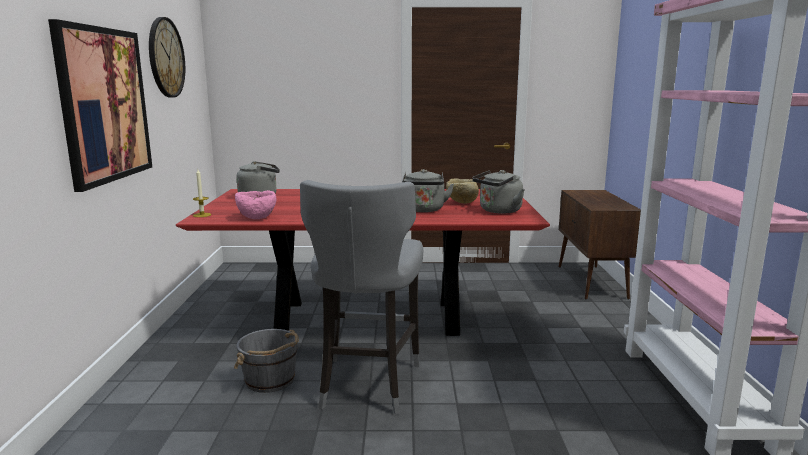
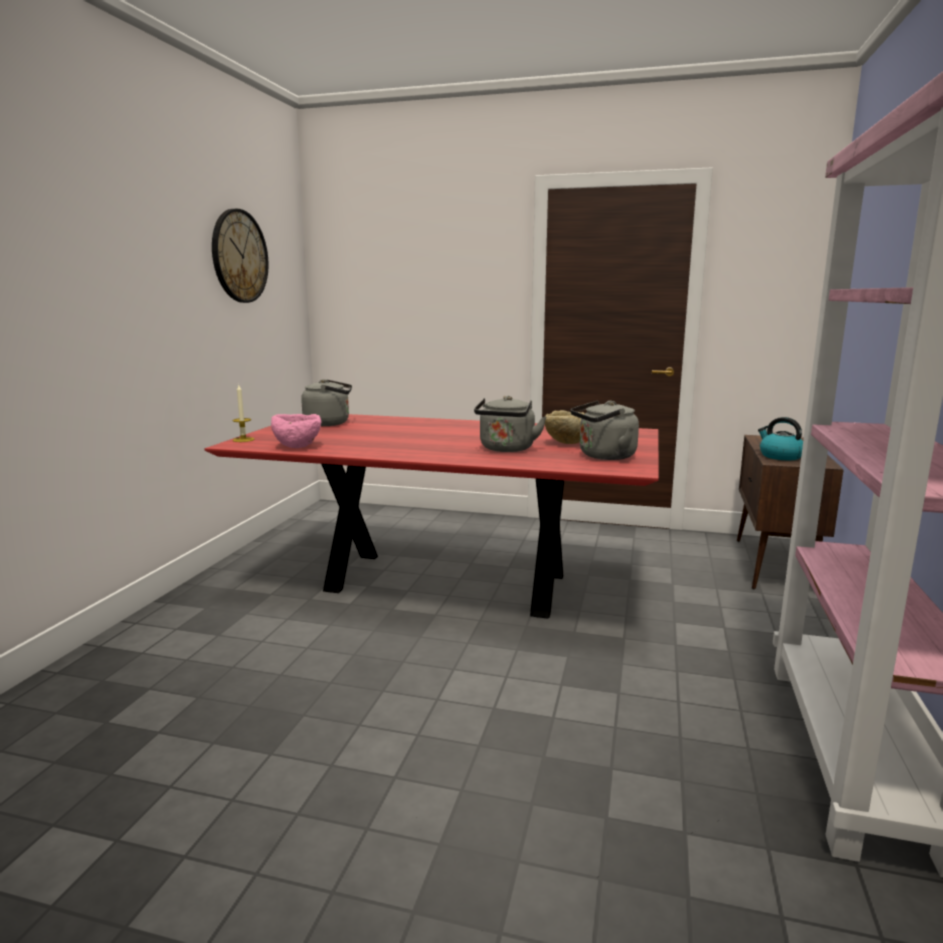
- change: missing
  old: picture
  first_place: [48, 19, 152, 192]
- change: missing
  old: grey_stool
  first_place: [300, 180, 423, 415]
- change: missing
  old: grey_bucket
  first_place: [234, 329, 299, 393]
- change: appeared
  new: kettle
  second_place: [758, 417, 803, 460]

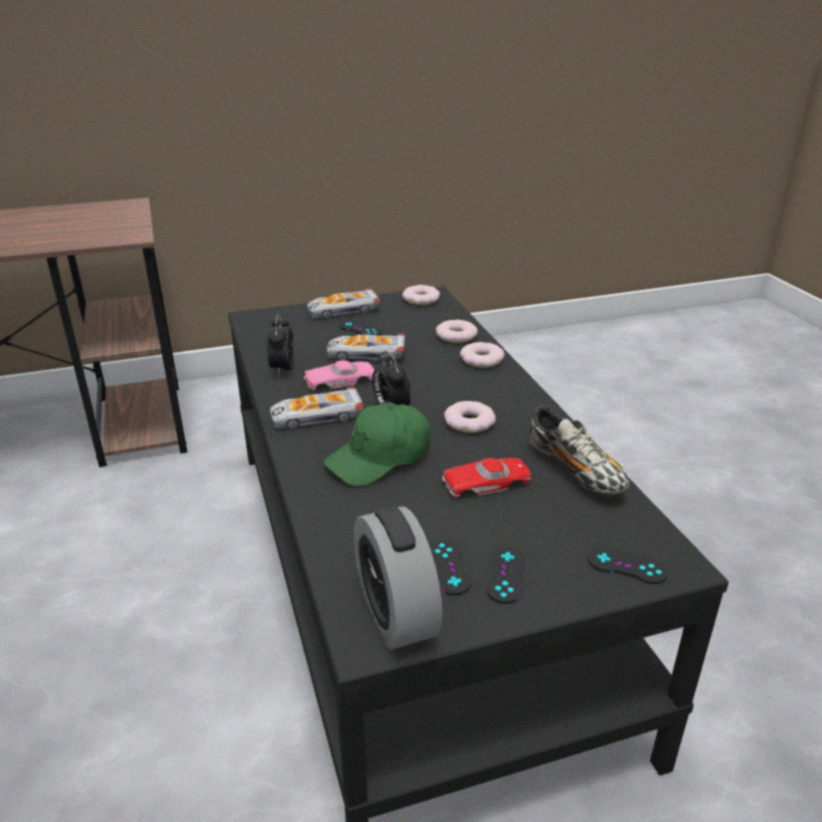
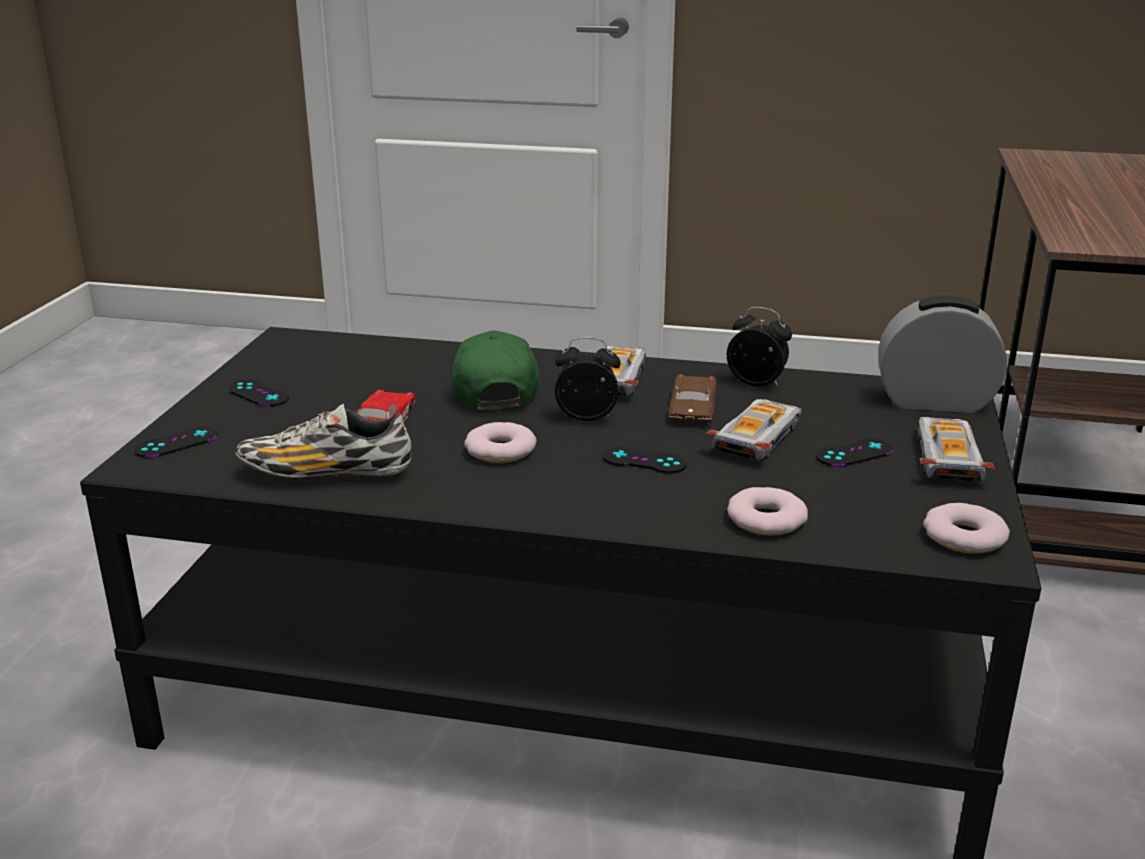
- change: missing
  old: donut
  first_place: [460, 342, 505, 368]
- change: colour
  old: pink_toy_car
  new: brown_toy_car
  first_place: [304, 360, 375, 391]
  second_place: [669, 374, 717, 422]
- change: relocated
  old: alarm_clock
  first_place: [354, 506, 442, 650]
  second_place: [878, 295, 1007, 413]
- change: relocated
  old: black_game_controller
  first_place: [429, 540, 472, 595]
  second_place: [603, 447, 687, 474]

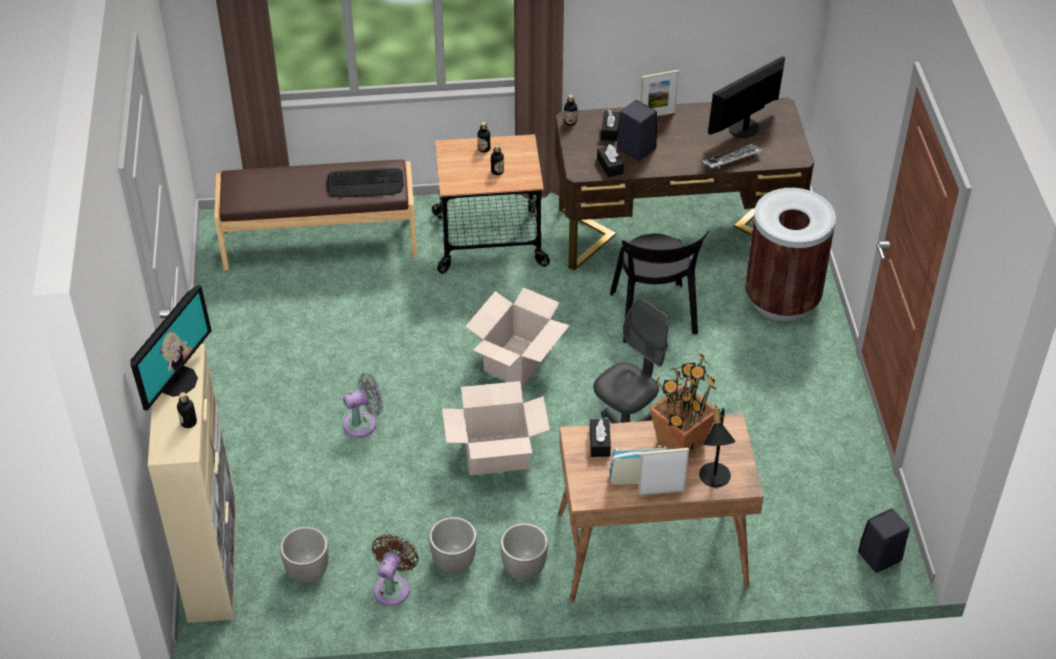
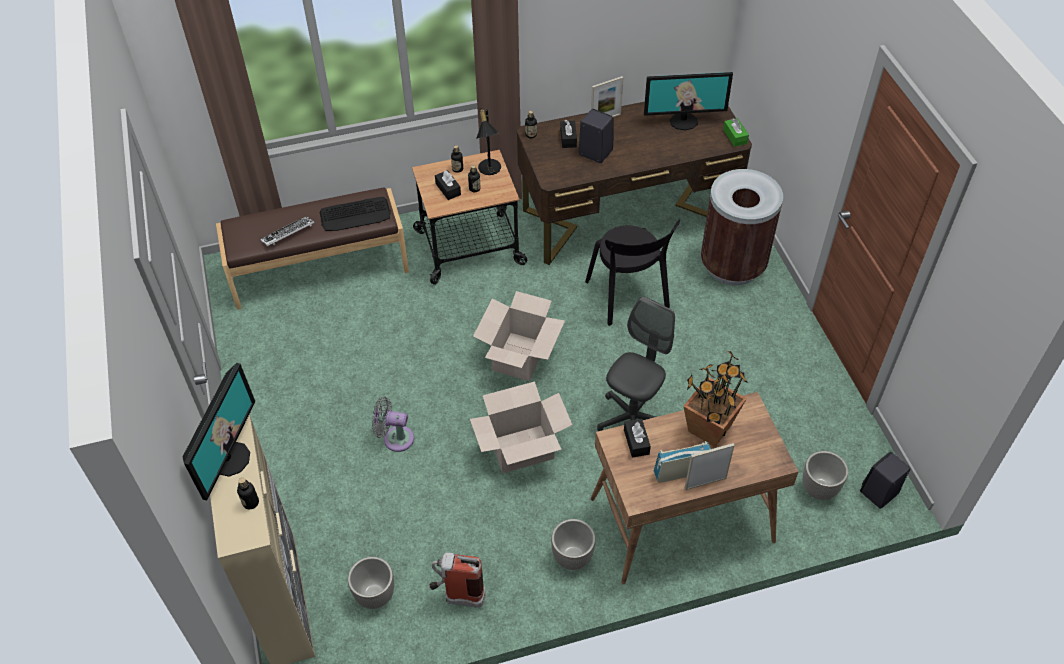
- change: spun
  old: monitor
  first_place: [708, 56, 785, 138]
  second_place: [644, 72, 733, 130]
  degrees: -135
- change: relocated
  old: black_tissue_box
  first_place: [597, 144, 624, 178]
  second_place: [435, 170, 461, 200]
- change: relocated
  old: keyboard
  first_place: [702, 144, 763, 169]
  second_place: [260, 216, 315, 246]
- change: spun
  old: grey_fan
  first_place: [343, 373, 383, 437]
  second_place: [372, 397, 414, 452]
  degrees: -135
- change: relocated
  old: black_table_lamp
  first_place: [699, 405, 736, 487]
  second_place: [476, 108, 501, 175]
- change: relocated
  old: planter
  first_place: [429, 517, 477, 573]
  second_place: [803, 451, 848, 500]
- change: exchanged
  old: brown_fan
  new: fire_extinguisher
  first_place: [372, 534, 419, 606]
  second_place: [429, 552, 486, 608]
- change: appeared
  new: green_tissue_box
  second_place: [723, 118, 749, 147]

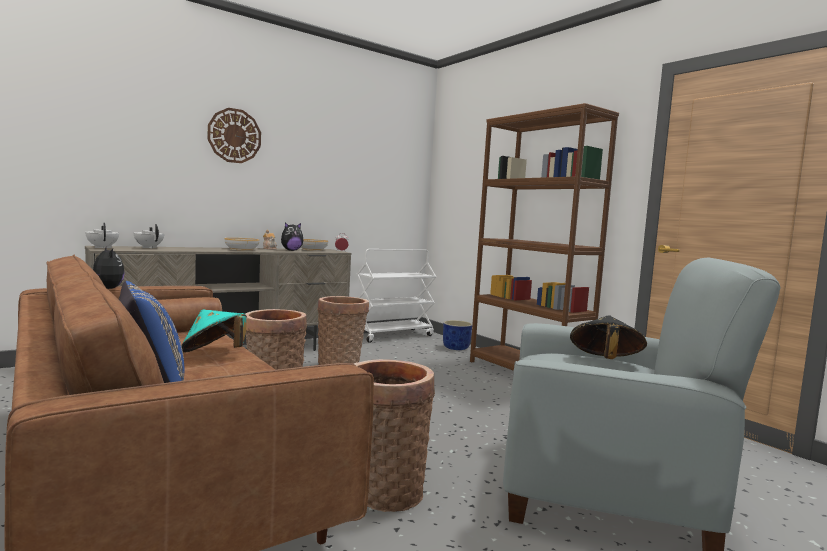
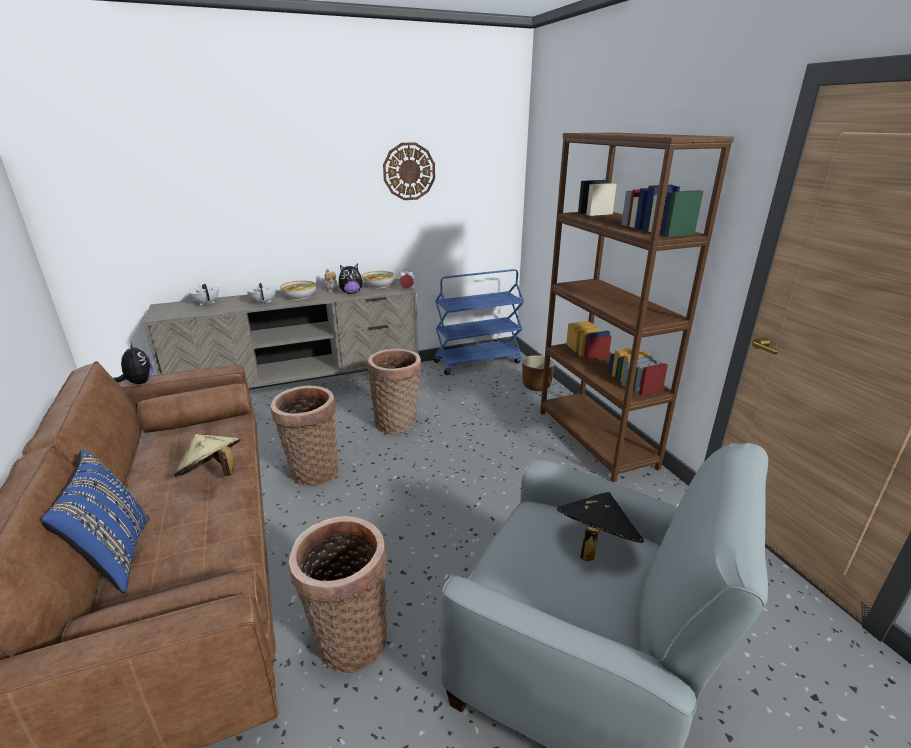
- change: relocated
  old: wall_clock
  first_place: [207, 108, 261, 163]
  second_place: [383, 142, 435, 200]
- change: relocated
  old: white_teapot
  first_place: [85, 223, 119, 249]
  second_place: [247, 283, 276, 303]
- change: colour
  old: white_cart
  new: blue_cart
  first_place: [357, 249, 436, 343]
  second_place: [434, 269, 524, 375]
- change: colour
  old: turquoise_hat
  new: beige_hat
  first_place: [181, 310, 247, 353]
  second_place: [174, 434, 241, 477]
- change: colour
  old: blue_planter
  new: brown_planter
  first_place: [443, 320, 472, 350]
  second_place: [522, 355, 555, 391]

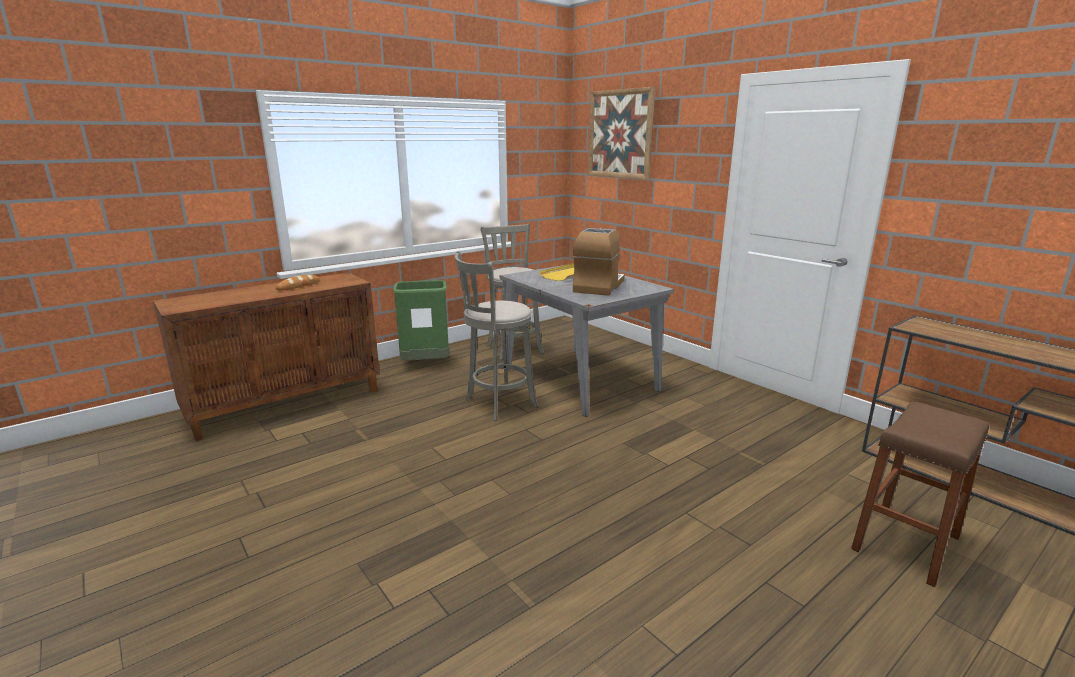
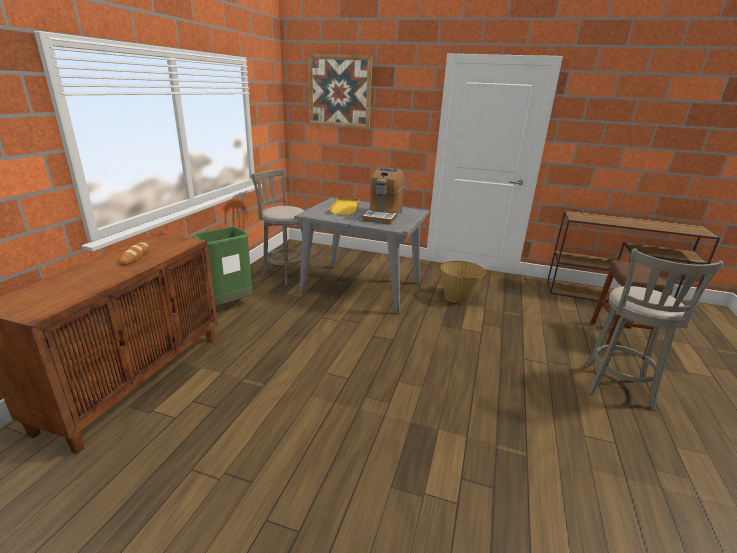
- change: spun
  old: coffee_machine
  first_place: [573, 228, 625, 296]
  second_place: [362, 168, 404, 225]
  degrees: -150
- change: relocated
  old: grey_stool
  first_place: [455, 251, 538, 421]
  second_place: [583, 248, 723, 411]
- change: appeared
  new: basket
  second_place: [440, 261, 486, 304]

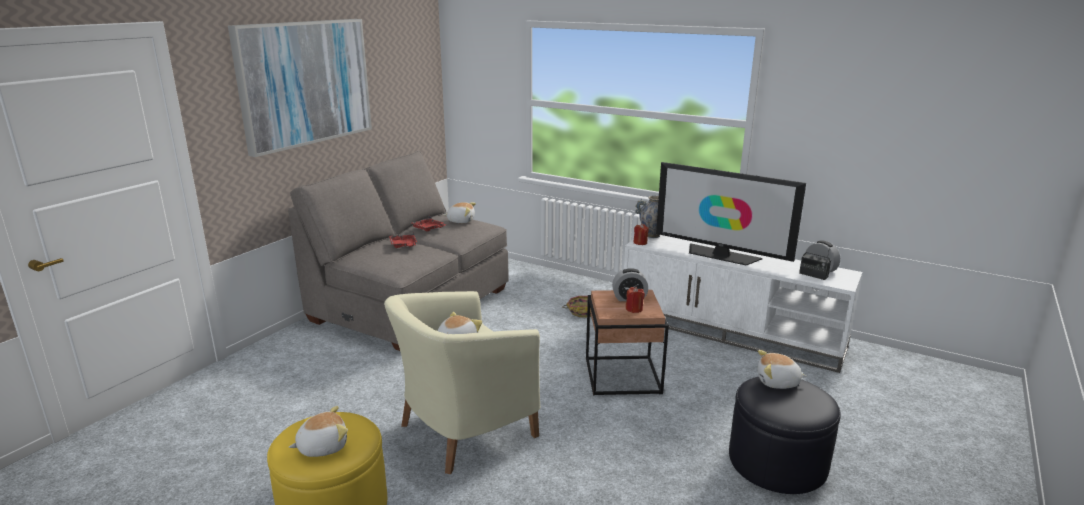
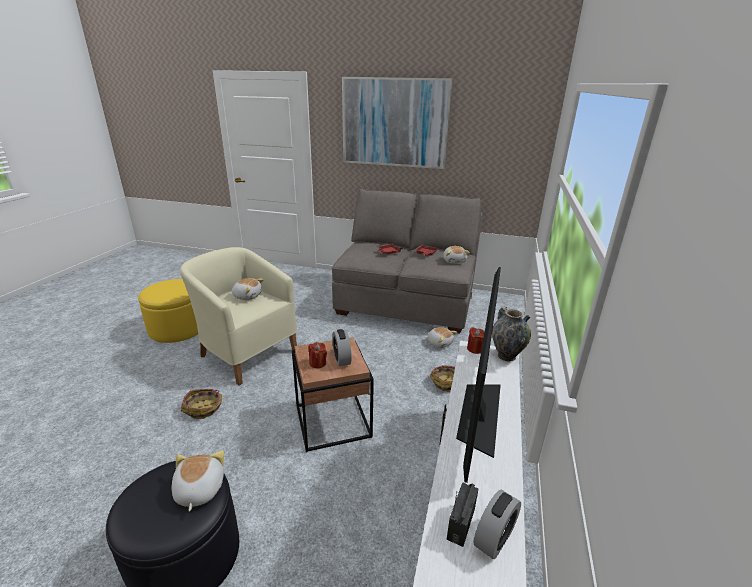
- change: relocated
  old: plush_toy
  first_place: [289, 406, 348, 457]
  second_place: [427, 327, 457, 348]
- change: appeared
  new: basket
  second_place: [181, 389, 222, 419]

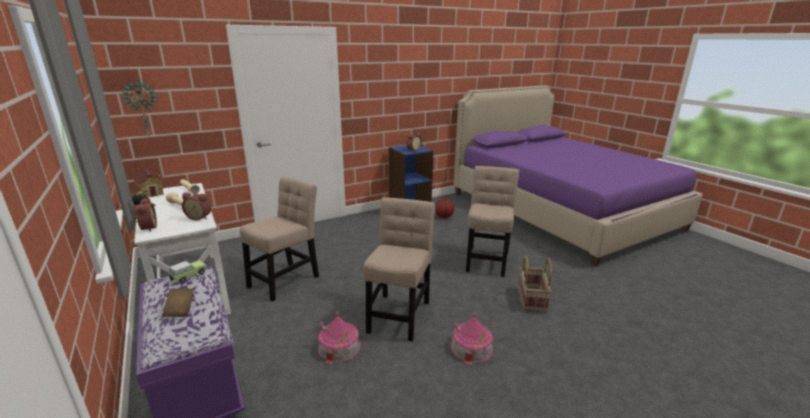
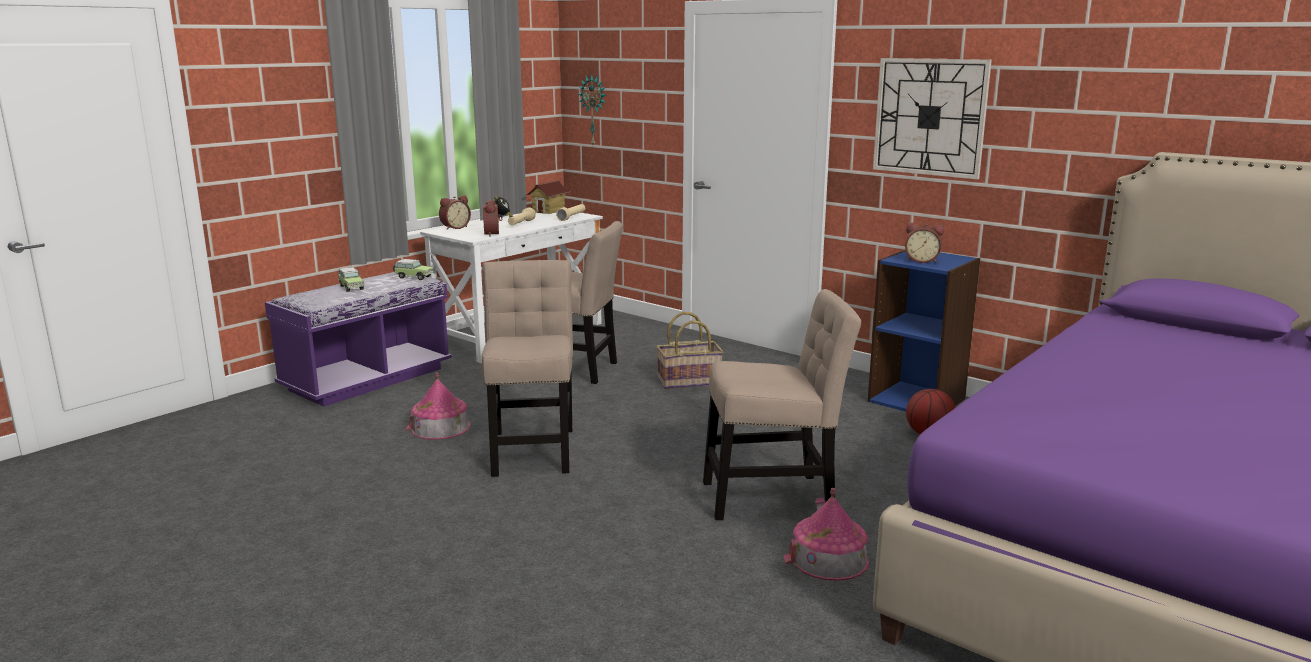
- change: spun
  old: beige_chair
  first_place: [364, 197, 435, 341]
  second_place: [482, 260, 573, 477]
  degrees: -90
- change: relocated
  old: basket
  first_place: [519, 256, 552, 313]
  second_place: [656, 312, 723, 389]
- change: exchanged
  old: brown_book
  new: toy_car
  first_place: [162, 289, 194, 317]
  second_place: [338, 267, 364, 292]
- change: relocated
  old: toy_house
  first_place: [450, 312, 493, 366]
  second_place: [783, 488, 869, 581]
- change: appeared
  new: wall_clock
  second_place: [873, 58, 992, 179]

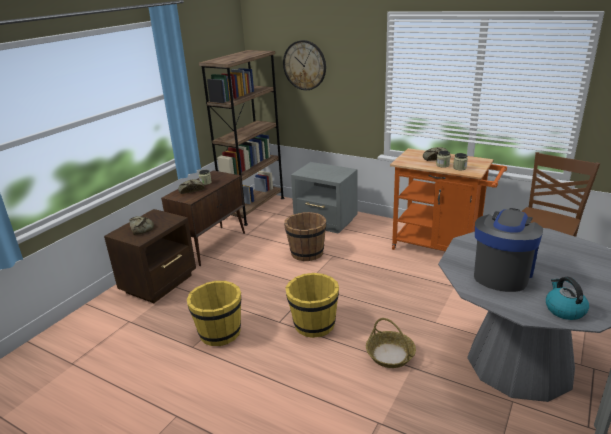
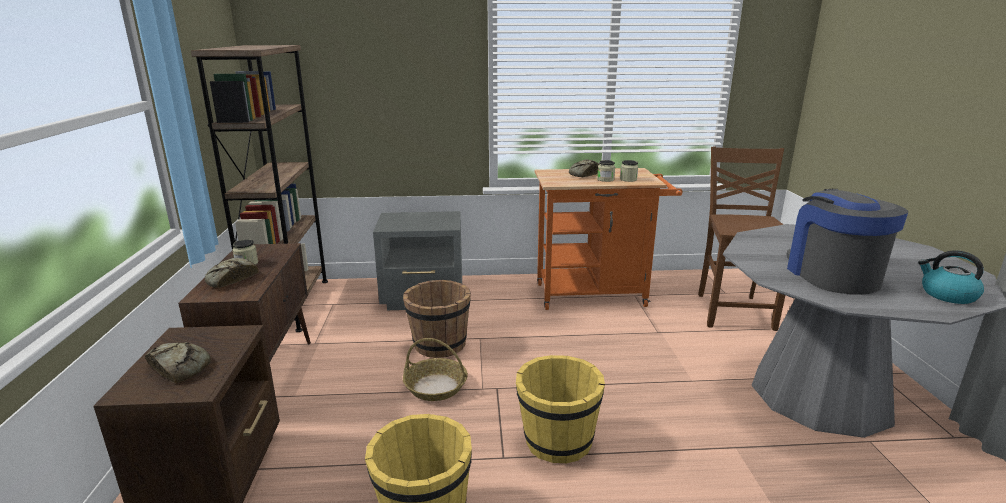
- change: missing
  old: wall_clock
  first_place: [283, 40, 326, 90]
- change: relocated
  old: basket
  first_place: [366, 318, 416, 368]
  second_place: [403, 338, 468, 401]

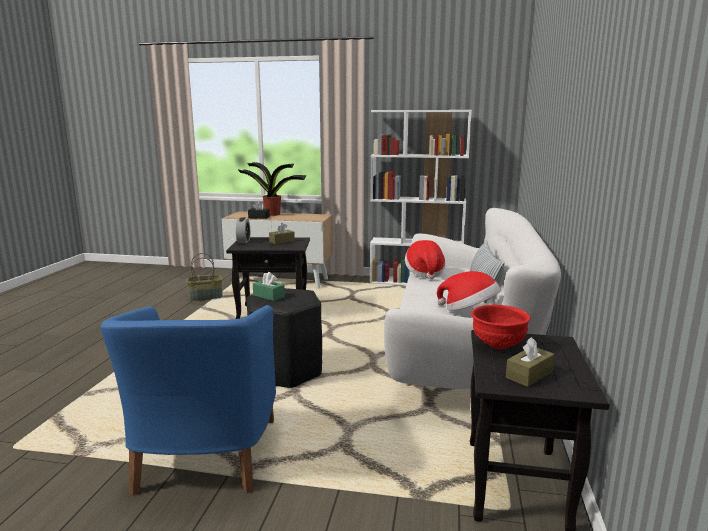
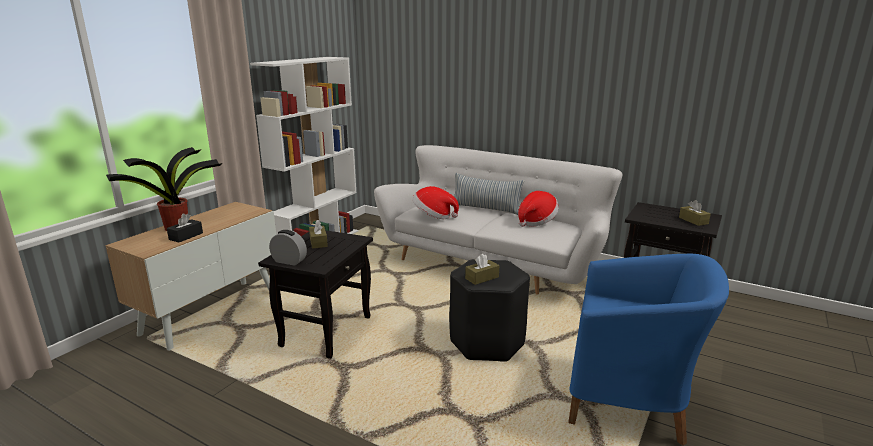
- change: missing
  old: basket
  first_place: [187, 253, 223, 301]
- change: colour
  old: green_tissue_box
  new: brown_tissue_box
  first_place: [253, 272, 285, 301]
  second_place: [465, 254, 499, 285]
- change: missing
  old: red_bowl
  first_place: [471, 305, 531, 349]

